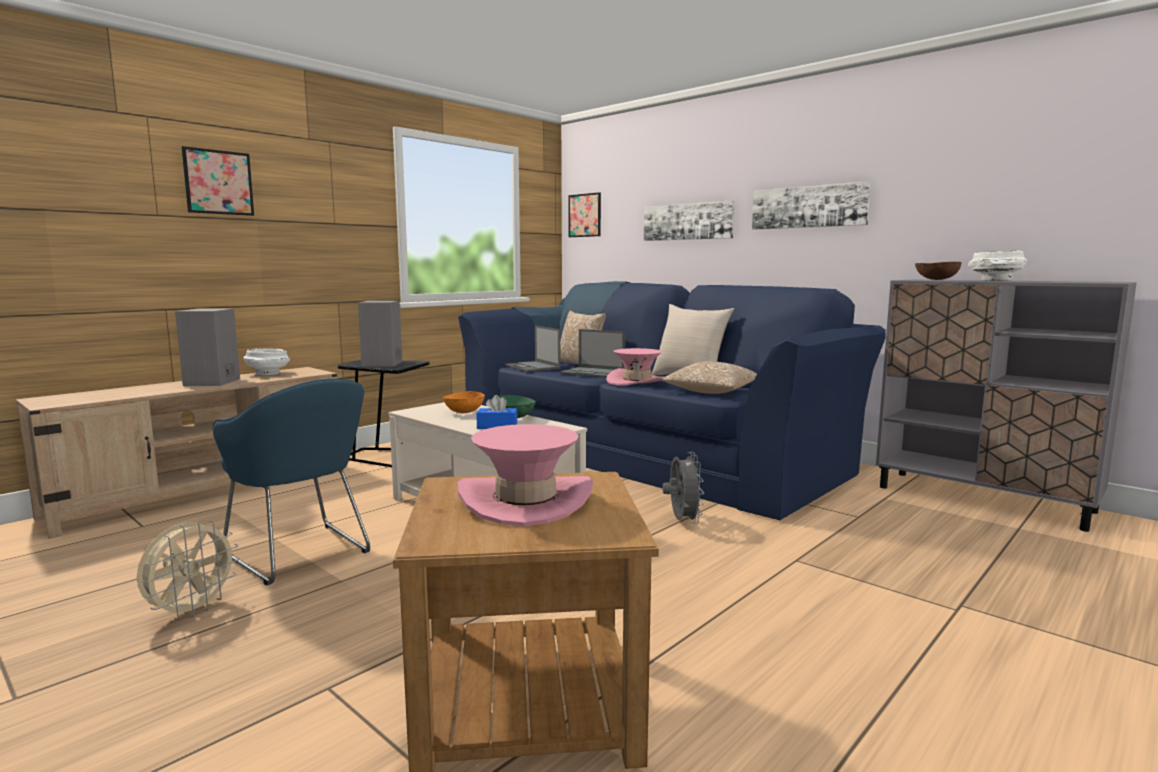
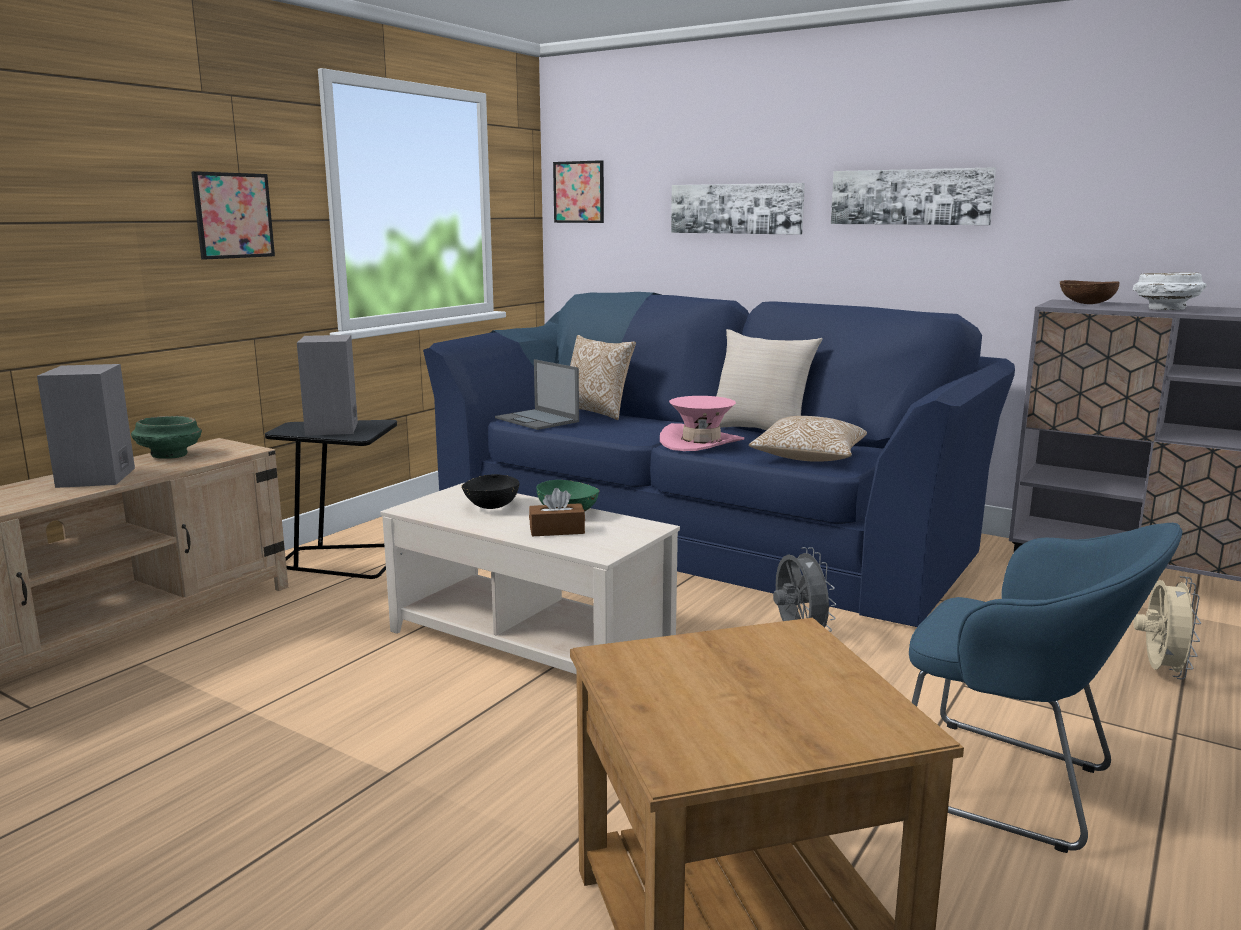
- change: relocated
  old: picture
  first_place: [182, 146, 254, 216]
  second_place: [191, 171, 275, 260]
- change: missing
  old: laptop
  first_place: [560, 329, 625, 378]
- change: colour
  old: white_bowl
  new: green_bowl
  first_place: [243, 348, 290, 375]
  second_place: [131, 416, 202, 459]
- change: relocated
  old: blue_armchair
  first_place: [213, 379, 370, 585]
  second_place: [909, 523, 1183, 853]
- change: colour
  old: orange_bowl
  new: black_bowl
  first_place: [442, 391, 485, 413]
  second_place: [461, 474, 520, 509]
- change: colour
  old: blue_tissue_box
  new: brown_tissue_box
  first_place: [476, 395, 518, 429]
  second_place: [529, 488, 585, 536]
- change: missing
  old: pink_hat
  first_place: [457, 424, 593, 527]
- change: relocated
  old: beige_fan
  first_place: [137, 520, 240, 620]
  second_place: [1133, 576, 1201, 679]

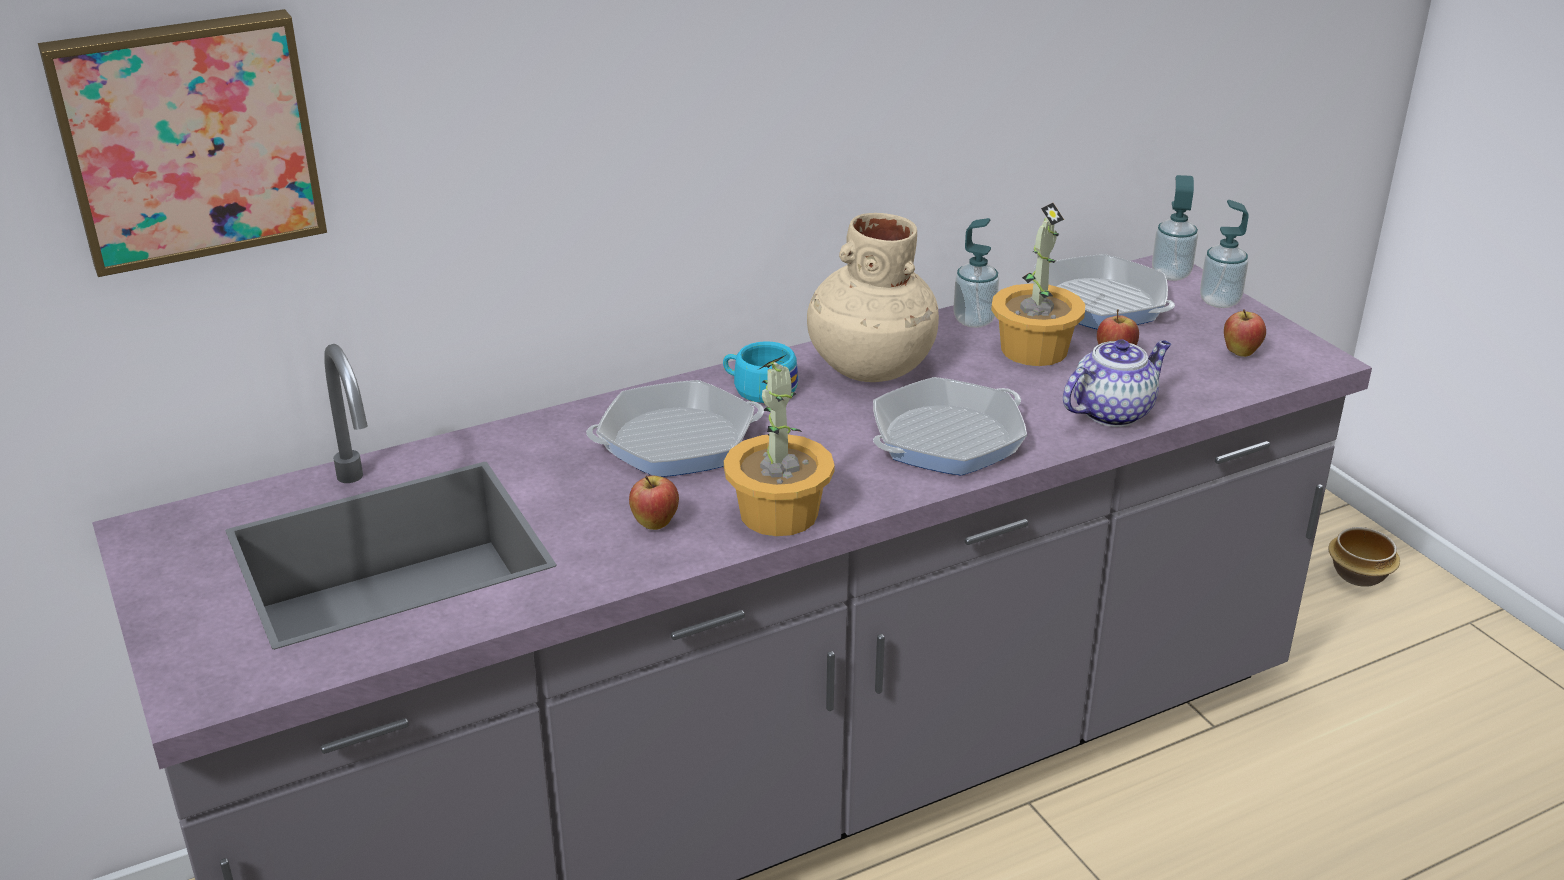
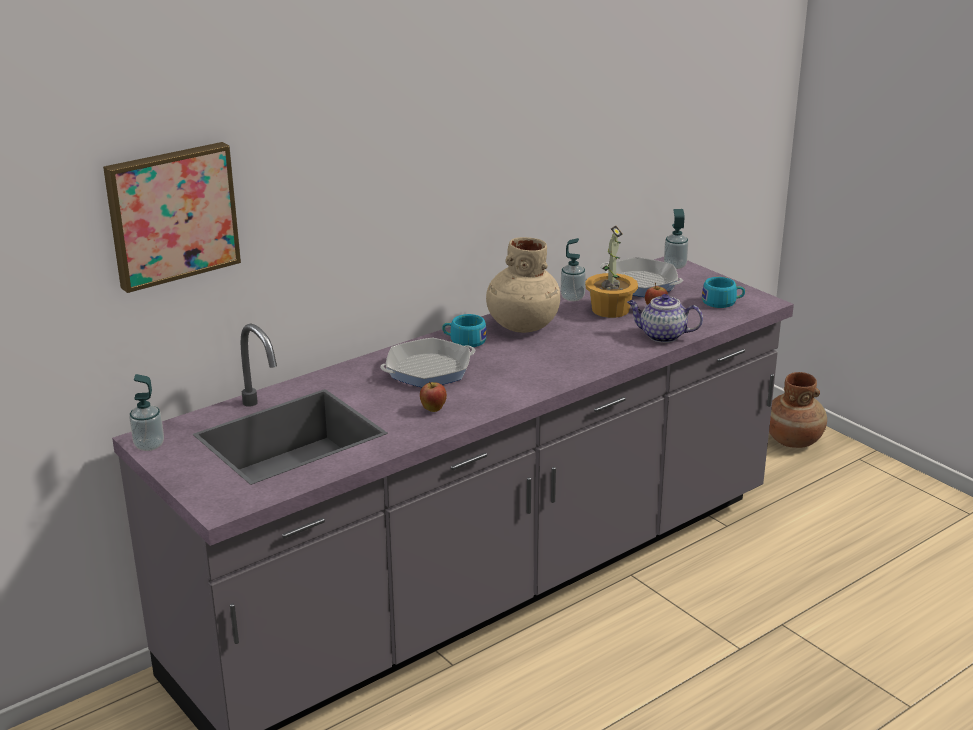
- change: relocated
  old: soap_dispenser
  first_place: [1200, 200, 1249, 308]
  second_place: [129, 374, 164, 451]
- change: exchanged
  old: apple
  new: turquoise_cup
  first_place: [1224, 310, 1266, 357]
  second_place: [702, 277, 745, 308]
- change: spun
  old: teapot
  first_place: [1063, 339, 1171, 427]
  second_place: [627, 294, 703, 343]
  degrees: -120
- change: missing
  old: potted_plant
  first_place: [724, 355, 835, 536]
- change: missing
  old: frying_pan
  first_place: [873, 377, 1027, 476]
- change: exchanged
  old: bowl
  new: brown_vase
  first_place: [1328, 527, 1400, 587]
  second_place: [769, 372, 827, 448]

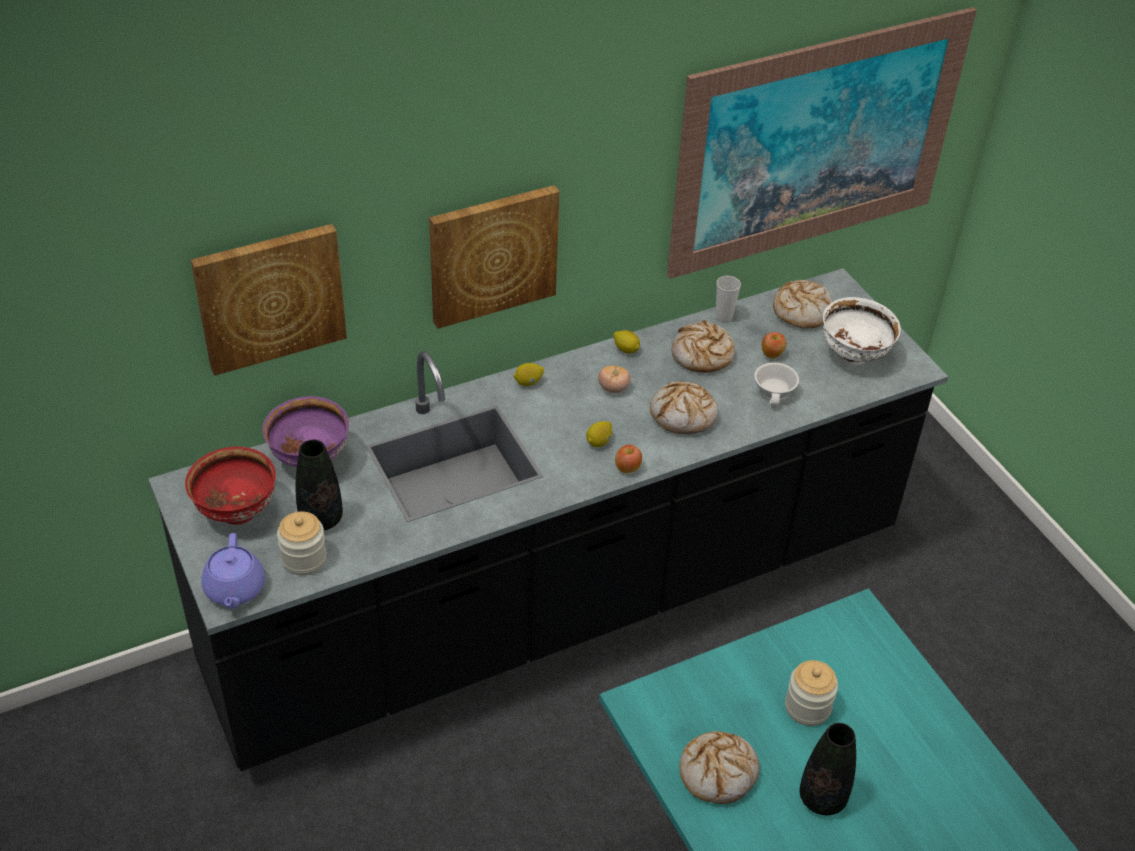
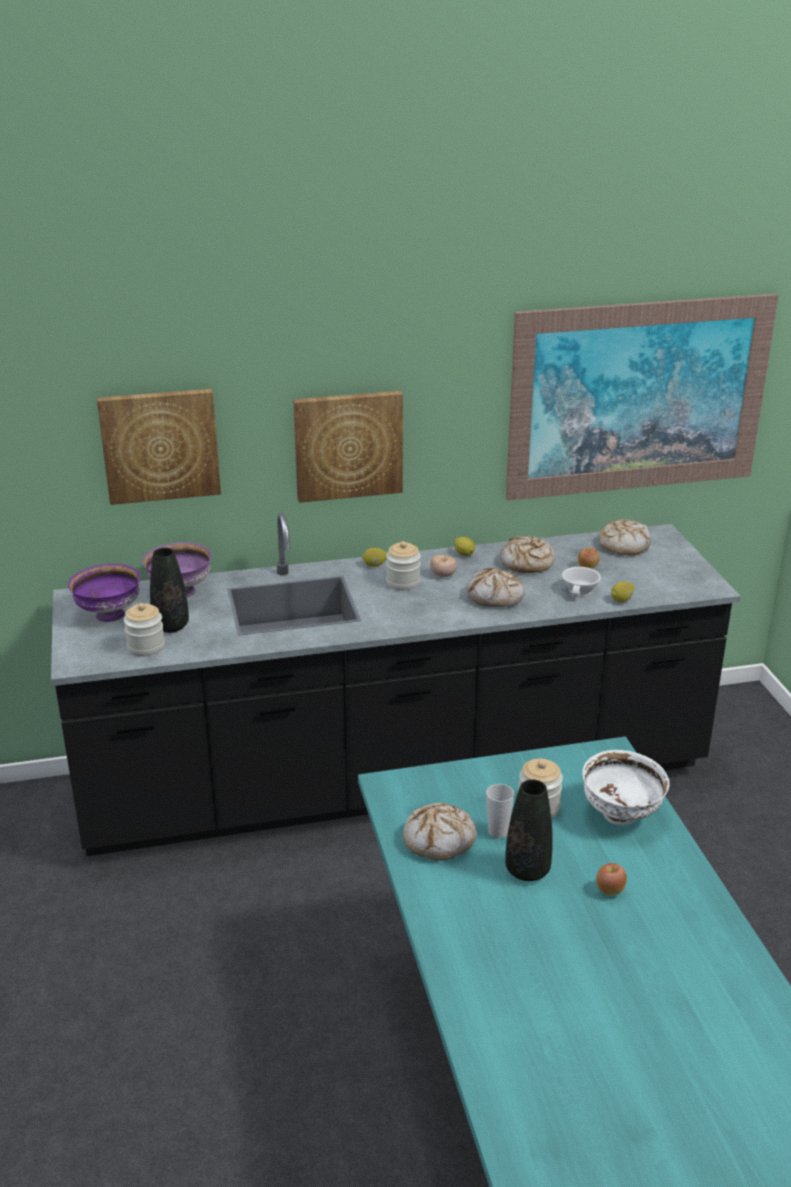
- change: relocated
  old: cup
  first_place: [716, 276, 741, 322]
  second_place: [486, 784, 514, 839]
- change: relocated
  old: white_bowl
  first_place: [823, 297, 901, 365]
  second_place: [583, 750, 670, 825]
- change: relocated
  old: lemon
  first_place: [586, 421, 612, 447]
  second_place: [611, 582, 634, 602]
- change: relocated
  old: apple
  first_place: [615, 445, 642, 474]
  second_place: [596, 863, 627, 895]
- change: colour
  old: red_bowl
  new: purple_bowl
  first_place: [185, 446, 276, 525]
  second_place: [68, 564, 141, 622]
- change: missing
  old: purple_teapot
  first_place: [201, 533, 265, 609]
- change: appeared
  new: jar
  second_place: [386, 541, 421, 591]

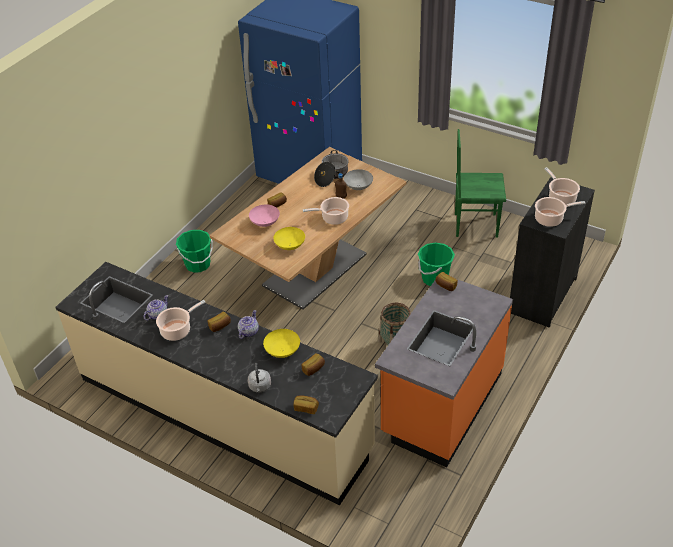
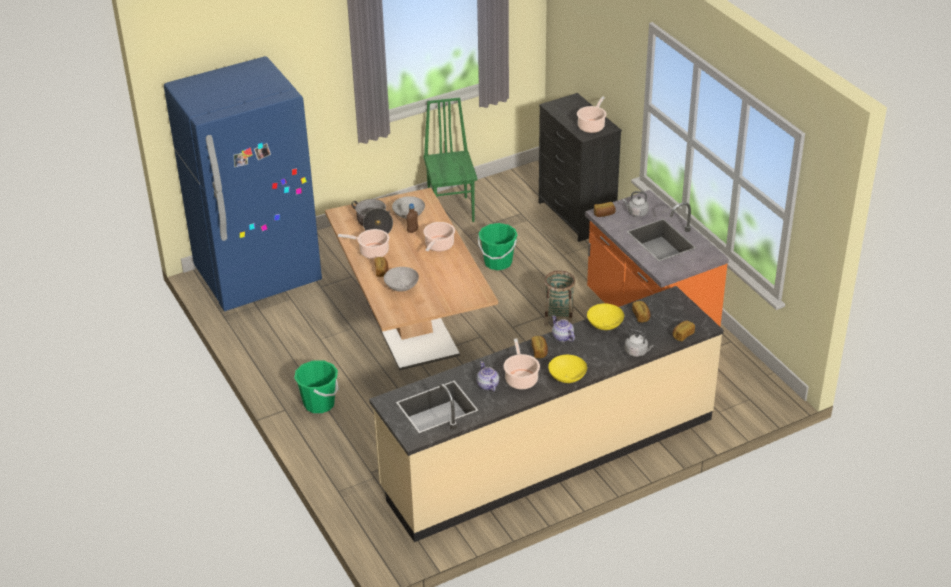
- change: spun
  old: green_chair
  first_place: [455, 129, 506, 238]
  second_place: [423, 97, 477, 222]
  degrees: 135
- change: relocated
  old: cooking_pot
  first_place: [544, 167, 580, 206]
  second_place: [338, 229, 389, 259]
- change: colour
  old: pink_bowl
  new: grey_bowl
  first_place: [249, 205, 280, 227]
  second_place: [384, 267, 419, 292]
- change: relocated
  old: yellow_bowl
  first_place: [273, 227, 305, 250]
  second_place: [548, 355, 587, 383]
- change: appeared
  new: grey_kettle
  second_place: [623, 191, 649, 217]

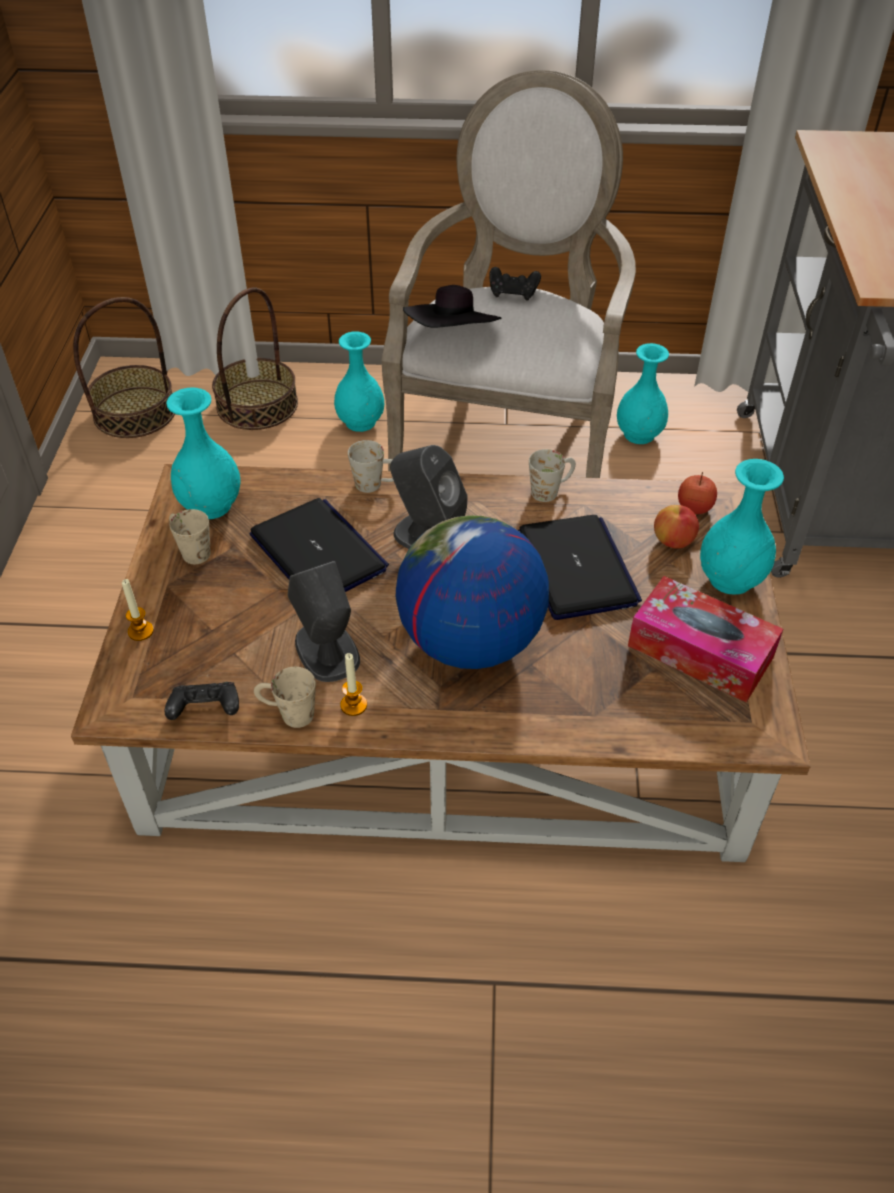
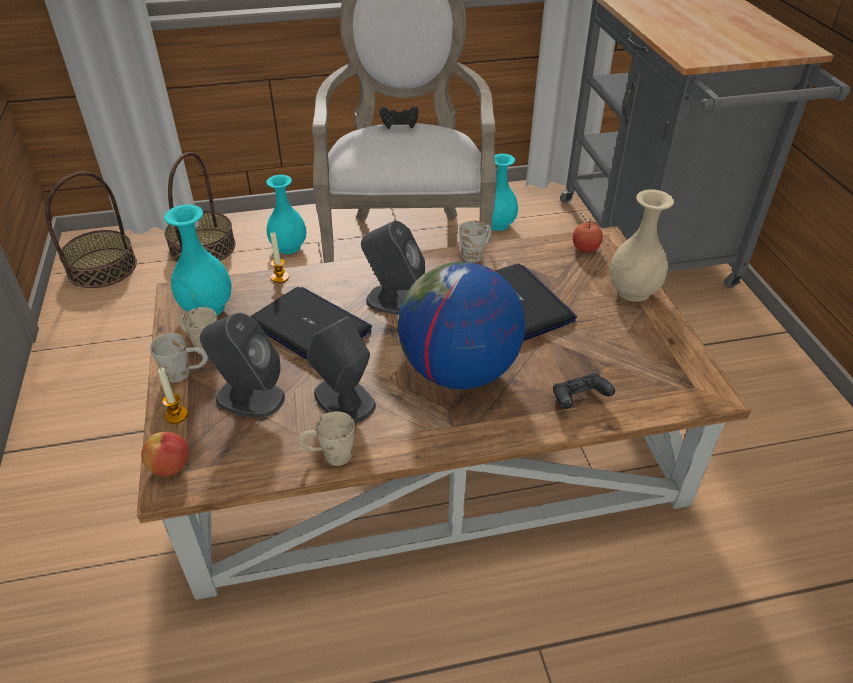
- change: missing
  old: black_hat
  first_place: [403, 285, 501, 328]
- change: relocated
  old: white_mug
  first_place: [348, 440, 394, 493]
  second_place: [150, 333, 208, 382]
- change: colour
  old: turquoise_vase
  new: beige_vase
  first_place: [700, 459, 784, 595]
  second_place: [610, 190, 674, 302]
- change: relocated
  old: apple
  first_place: [654, 505, 699, 549]
  second_place: [141, 432, 189, 477]
- change: missing
  old: tissue_box
  first_place: [628, 576, 783, 703]
- change: relocated
  old: candle
  first_place: [340, 653, 367, 716]
  second_place: [270, 232, 289, 283]
- change: relocated
  old: black_game_controller
  first_place: [165, 682, 239, 720]
  second_place: [553, 374, 615, 409]
- change: appeared
  new: grey_speaker
  second_place: [200, 313, 285, 418]

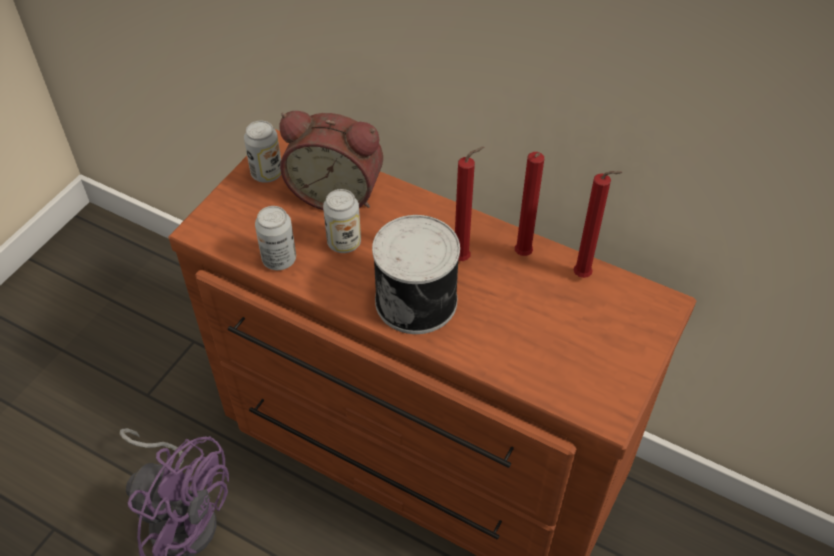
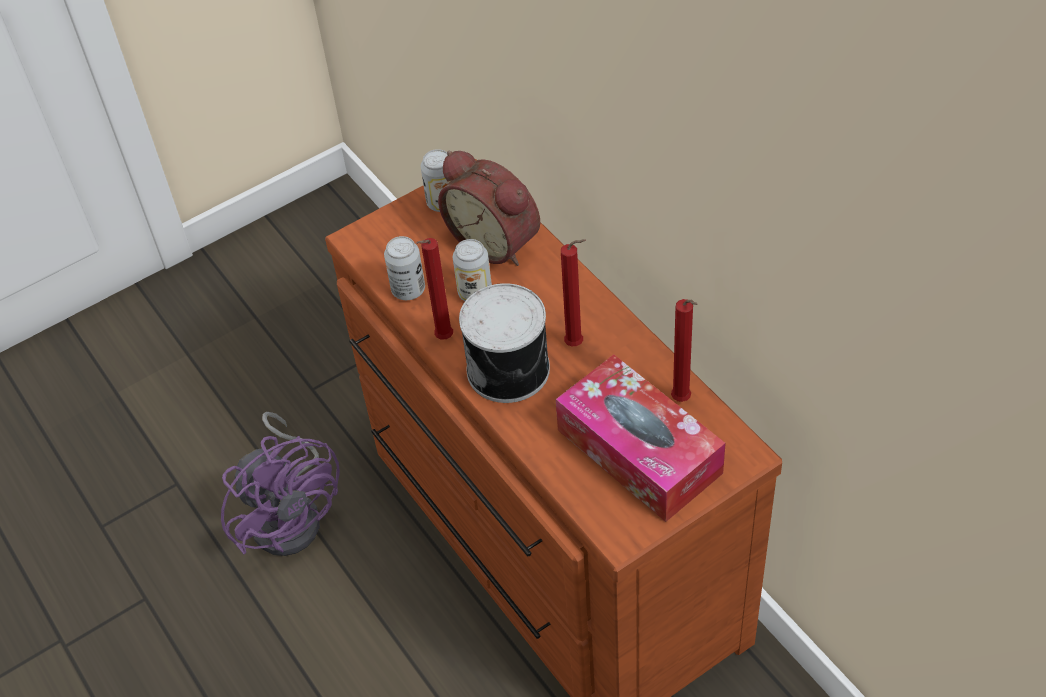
- change: relocated
  old: red_candle
  first_place: [515, 152, 544, 256]
  second_place: [417, 238, 453, 340]
- change: appeared
  new: tissue_box
  second_place: [556, 355, 726, 522]

